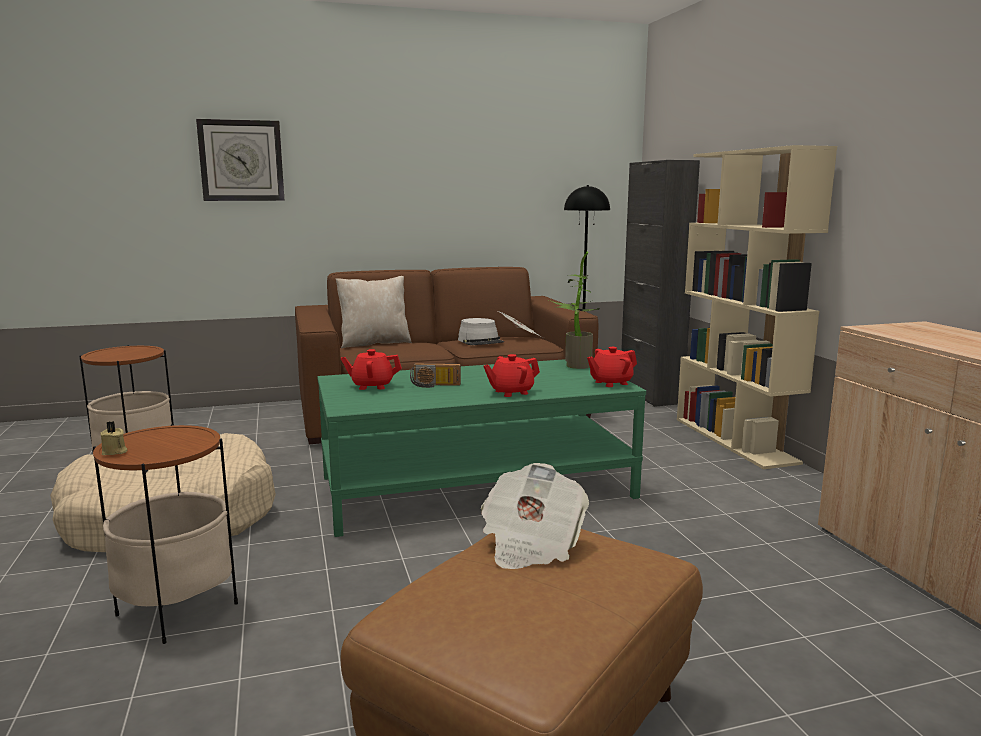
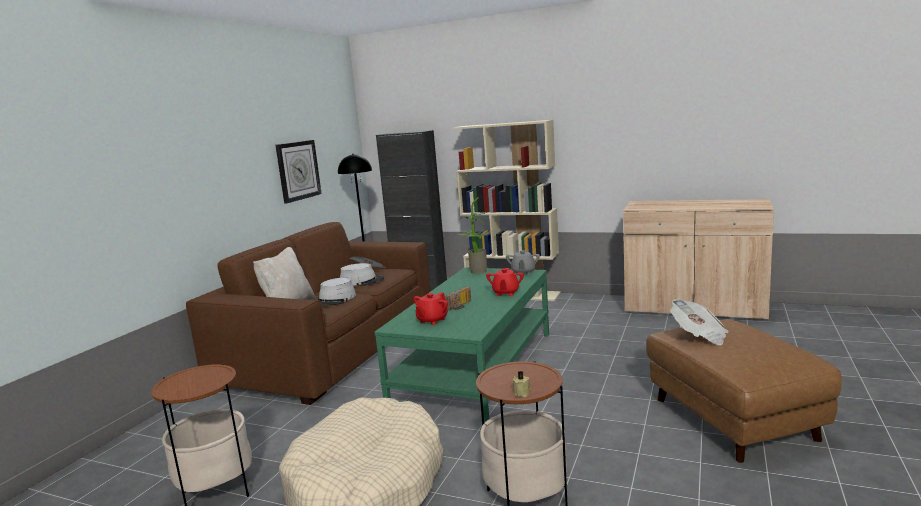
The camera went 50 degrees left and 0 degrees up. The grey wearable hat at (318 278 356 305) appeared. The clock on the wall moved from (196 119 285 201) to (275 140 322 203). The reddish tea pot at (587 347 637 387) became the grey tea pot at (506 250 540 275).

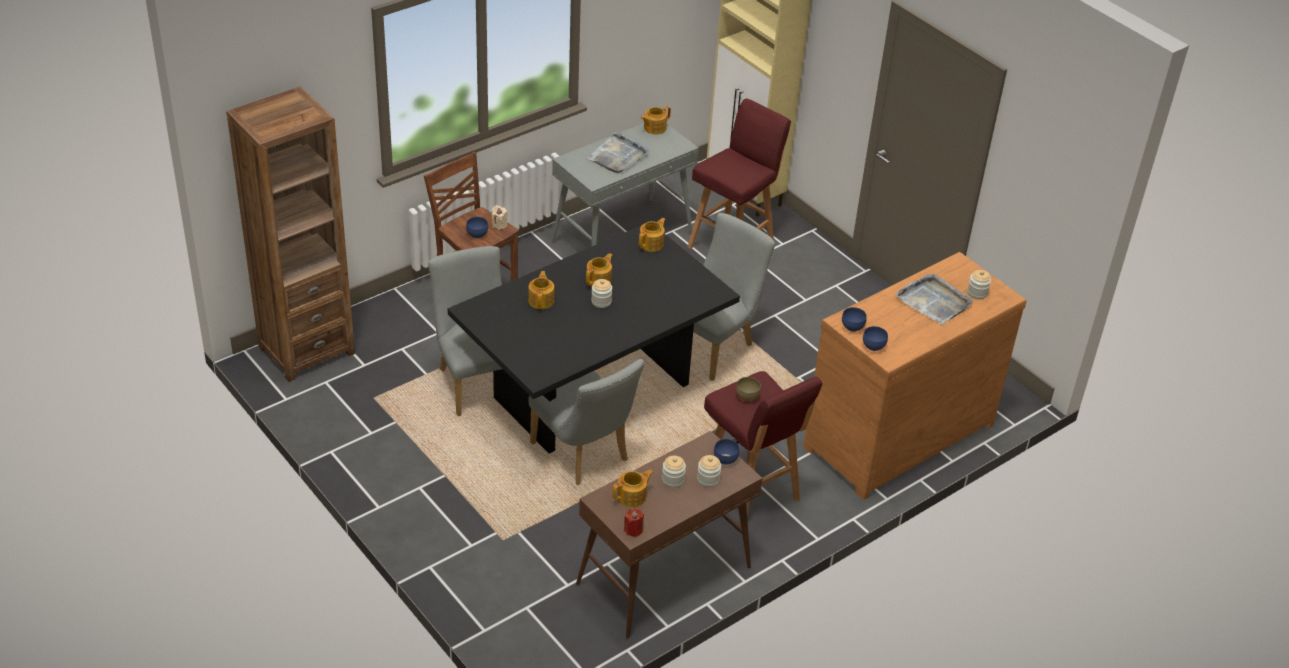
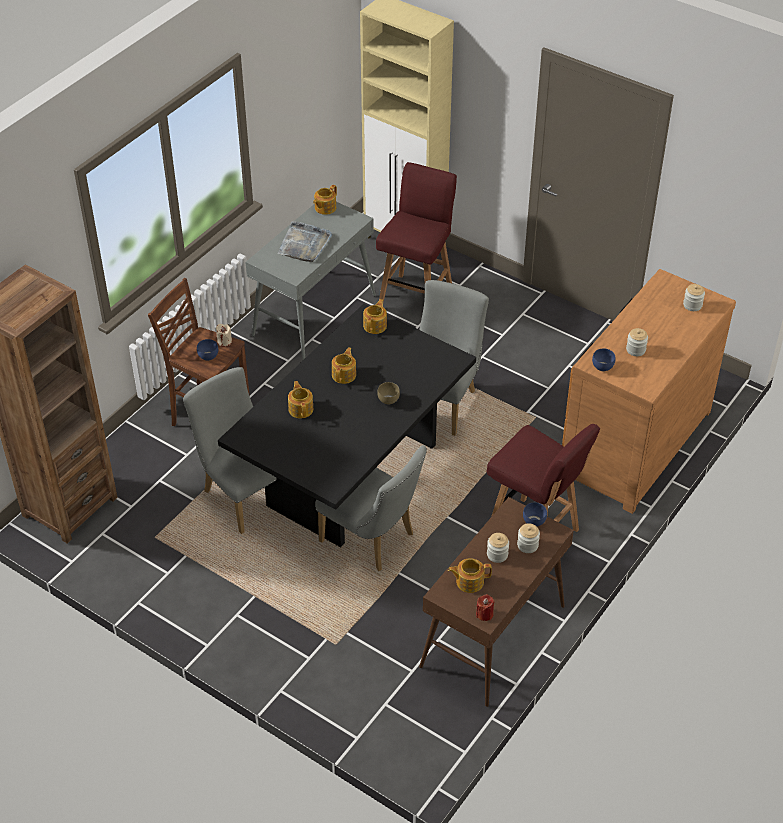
The camera went 15 degrees left and 5 degrees up. The blue bowl at (863 326 888 351) disappeared. The grey carrying tray at (895 273 973 324) disappeared. The jar moved from (591 279 612 308) to (626 328 648 356). The brownish bowl moved from (736 377 761 401) to (377 382 400 405). The tea pot at (612 470 653 507) turned 135 degrees counterclockwise.

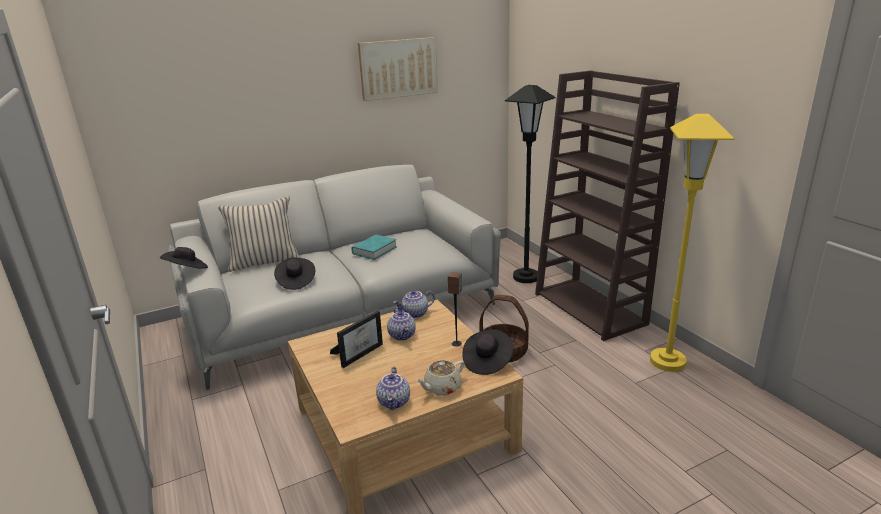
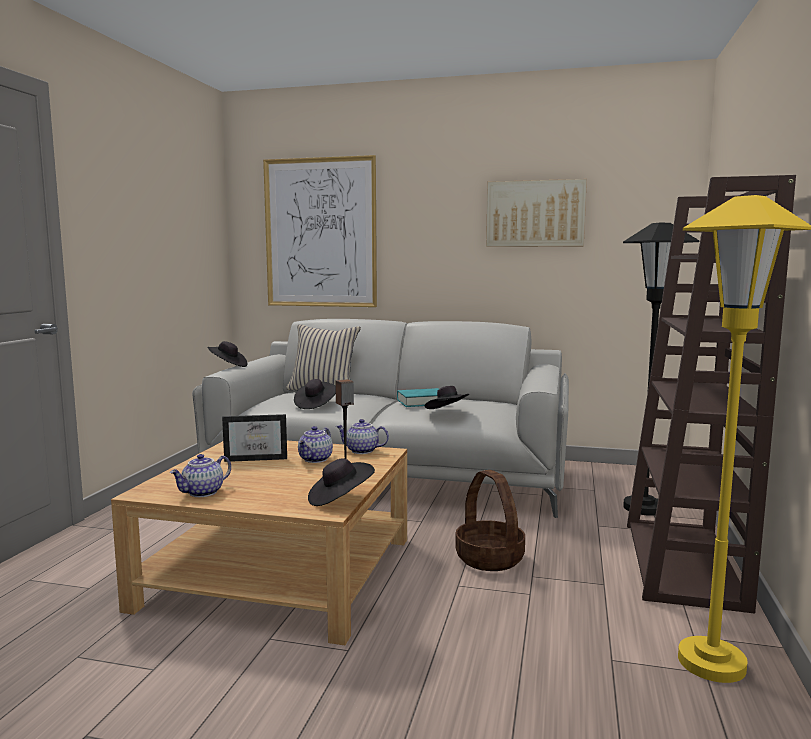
The camera went 40 degrees right and 15 degrees down. The beige tea pot at (416 360 465 396) disappeared. The wall art at (263 155 377 307) appeared. The blackish wearable hat at (425 386 469 409) appeared.

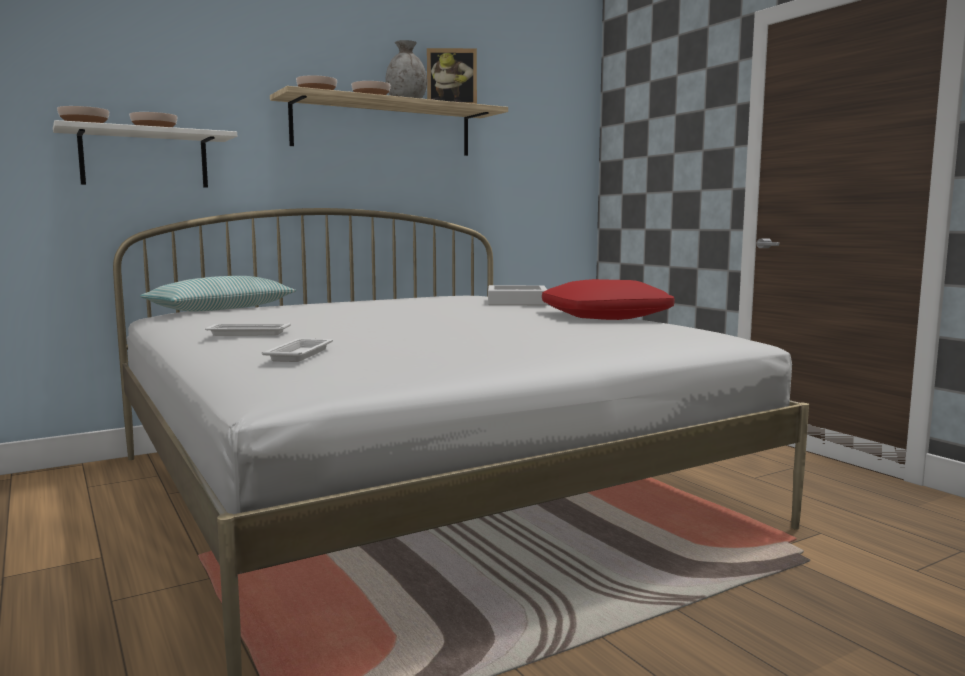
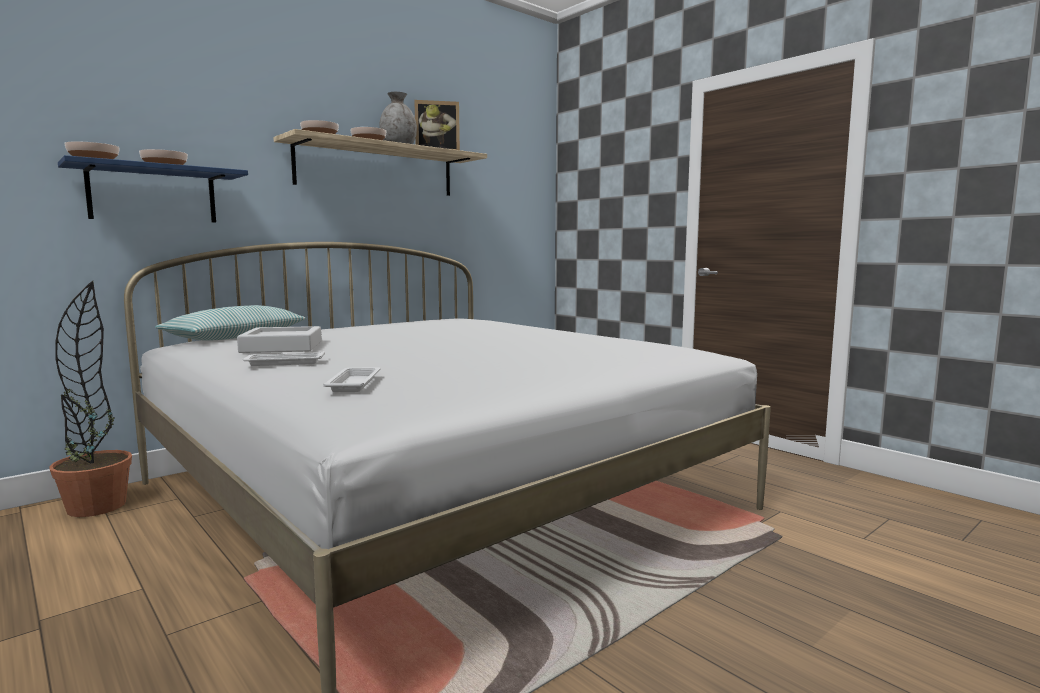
The camera went 10 degrees left and 0 degrees up. The reddish throw pillow at (542 279 675 320) disappeared. The houseplant at (49 281 132 517) appeared. The grey carrying tray moved from (488 285 548 305) to (237 326 322 353). The white-coloured shelf at (53 120 237 188) became the blue shelf at (58 155 248 223).

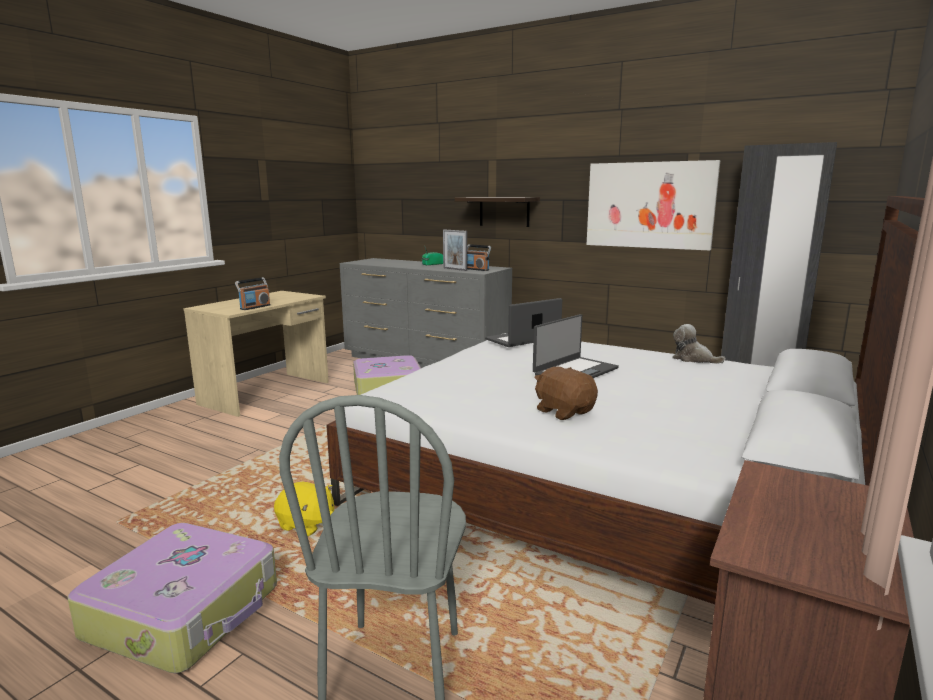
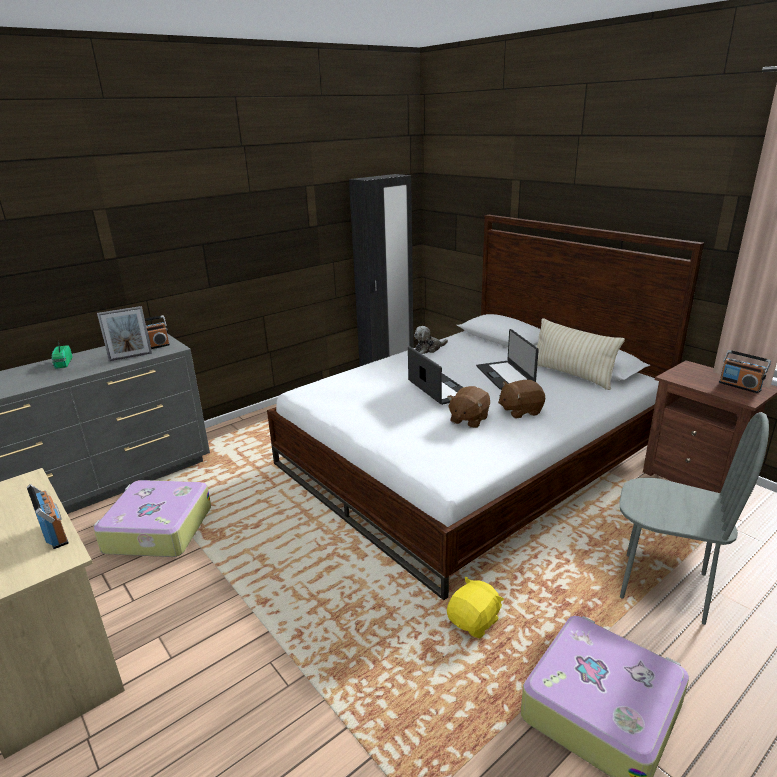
The camera went 70 degrees left and 10 degrees up. The shelf at (455 197 540 227) disappeared. The wall art at (587 160 720 250) disappeared. The brownish soft toy at (447 386 490 428) appeared. The beige throw pillow at (537 318 625 390) appeared. The radio at (719 350 771 393) appeared. The portable computer moved from (485 298 562 347) to (476 329 539 390).

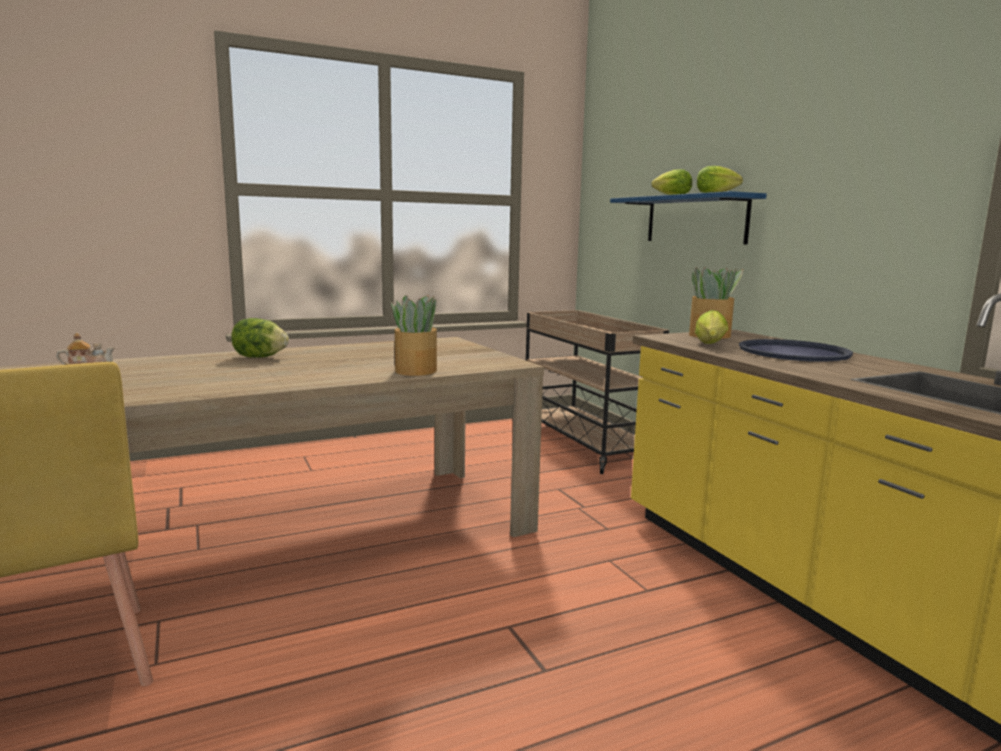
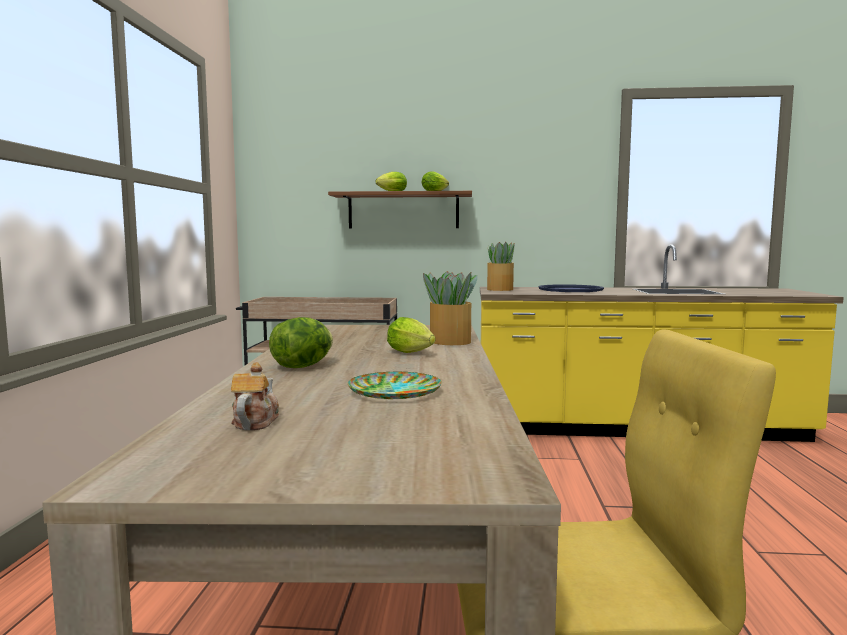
The camera went 60 degrees left and 5 degrees down. The plate at (348 372 442 399) appeared. The lettuce moved from (695 310 728 344) to (387 317 436 353). The blue shelf at (610 191 767 244) became the brownish shelf at (328 191 472 229).

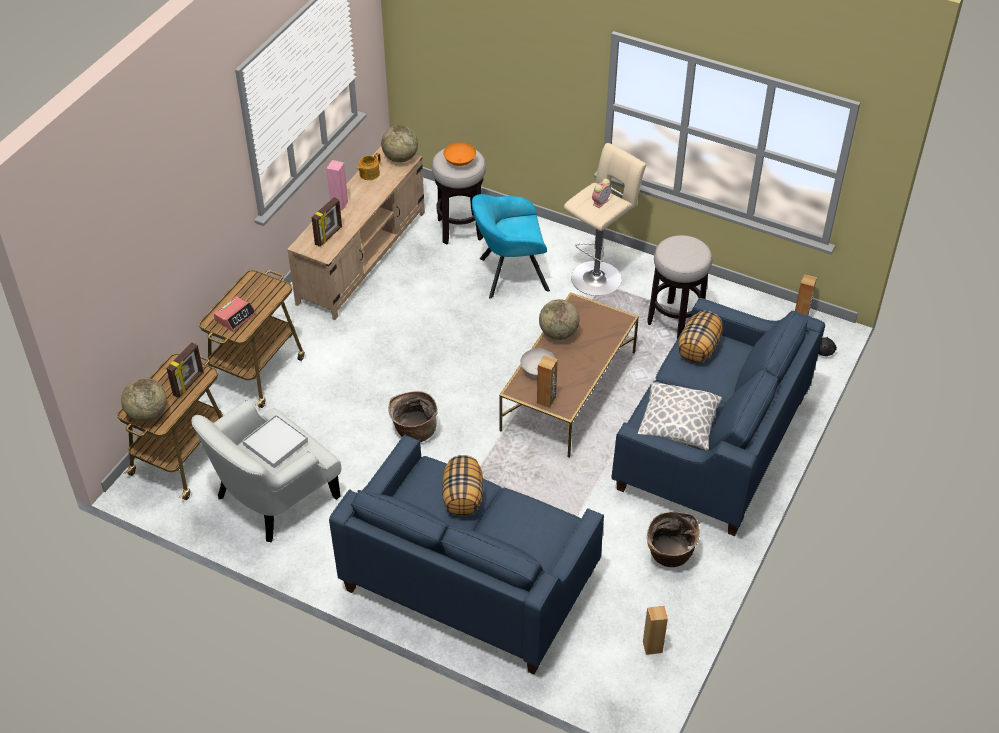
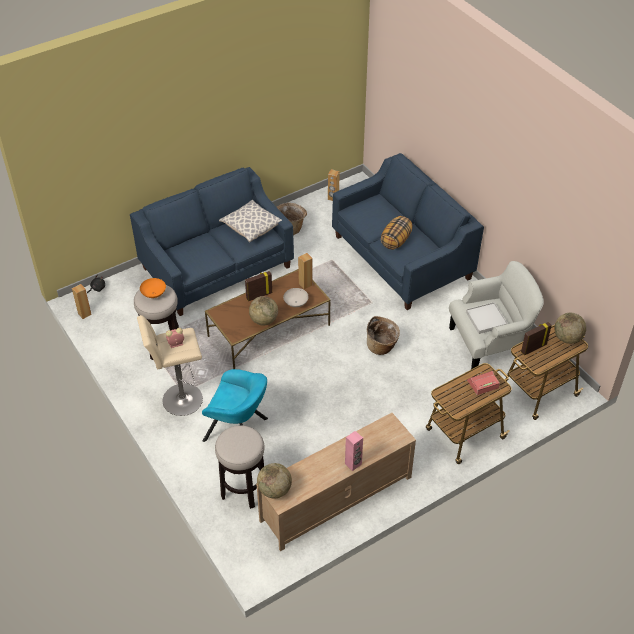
The camera went 150 degrees left and 0 degrees up. The tea pot at (357 153 381 180) disappeared. The throw pillow at (679 311 723 363) disappeared. The standing frame moved from (311 197 342 247) to (245 271 272 301). The orange bowl moved from (443 142 476 166) to (140 278 166 298).

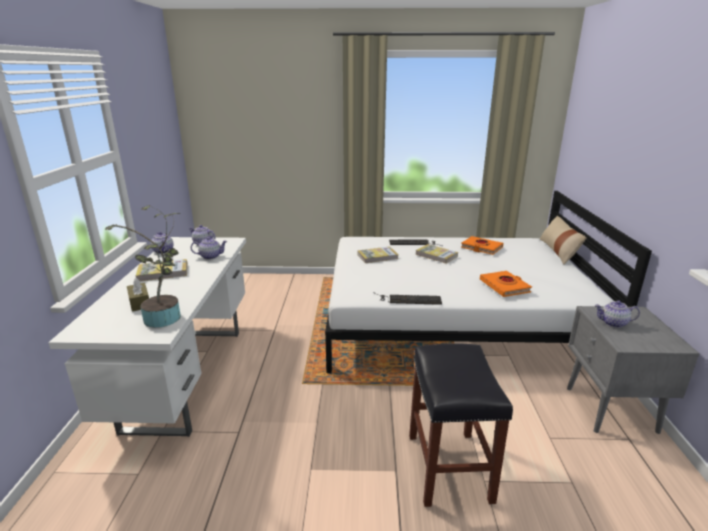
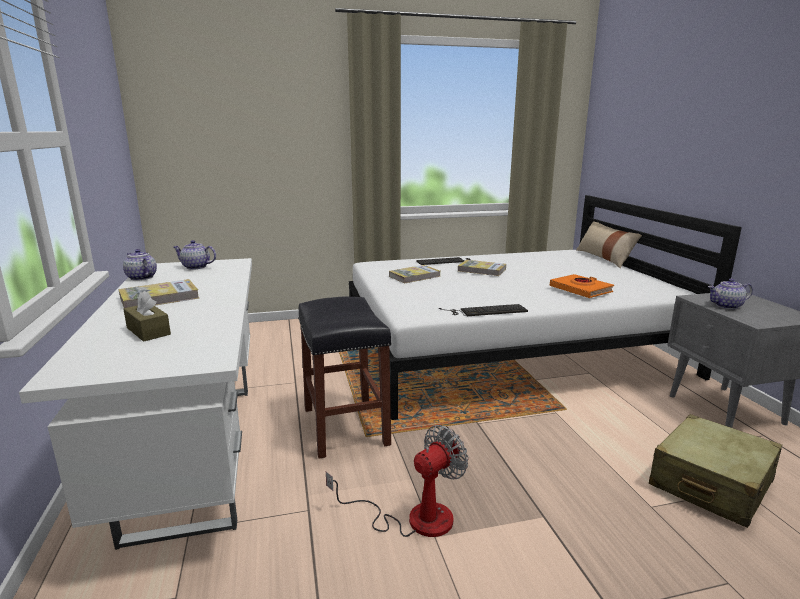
The camera went 15 degrees left and 5 degrees down. The houseplant at (105 205 181 328) disappeared. The tea pot at (191 237 227 260) disappeared. The orange volume at (461 236 503 255) disappeared. The cooling fan at (326 425 468 537) appeared. The beige suitcase at (649 414 782 528) appeared. The blackish stool moved from (409 343 513 507) to (298 296 392 459).

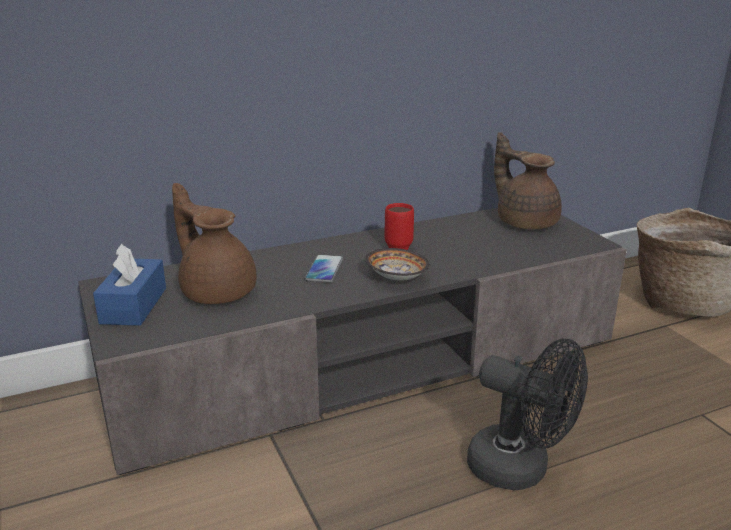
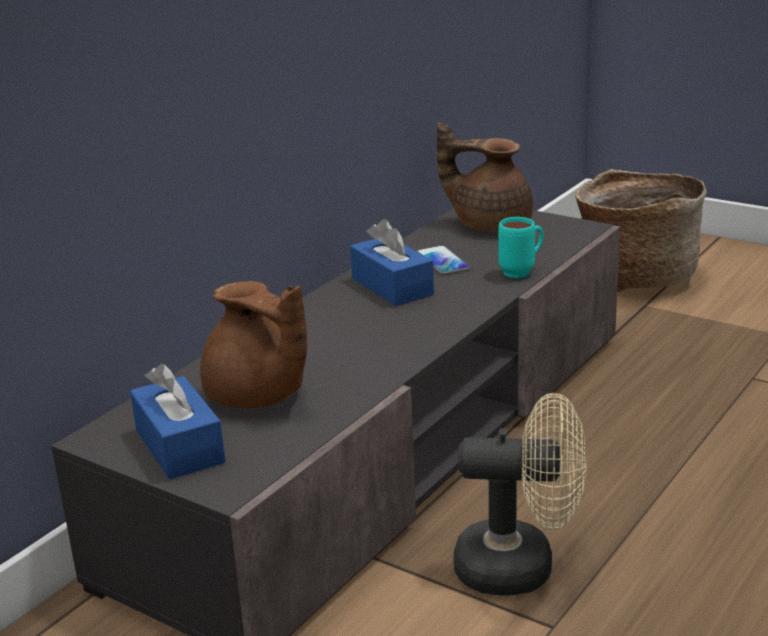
The camera went 30 degrees left and 0 degrees up. The bowl at (365 248 430 281) disappeared. The blackish cooling fan at (467 339 588 490) disappeared. The beige cooling fan at (454 393 587 596) appeared. The blue-green tea mug at (498 217 544 278) appeared. The handset moved from (305 254 343 283) to (417 245 470 275). The reddish tea mug at (385 203 414 250) was replaced by the blue box of tissues at (350 219 434 306). The brownish tea pot at (172 183 256 304) turned 150 degrees counterclockwise.

